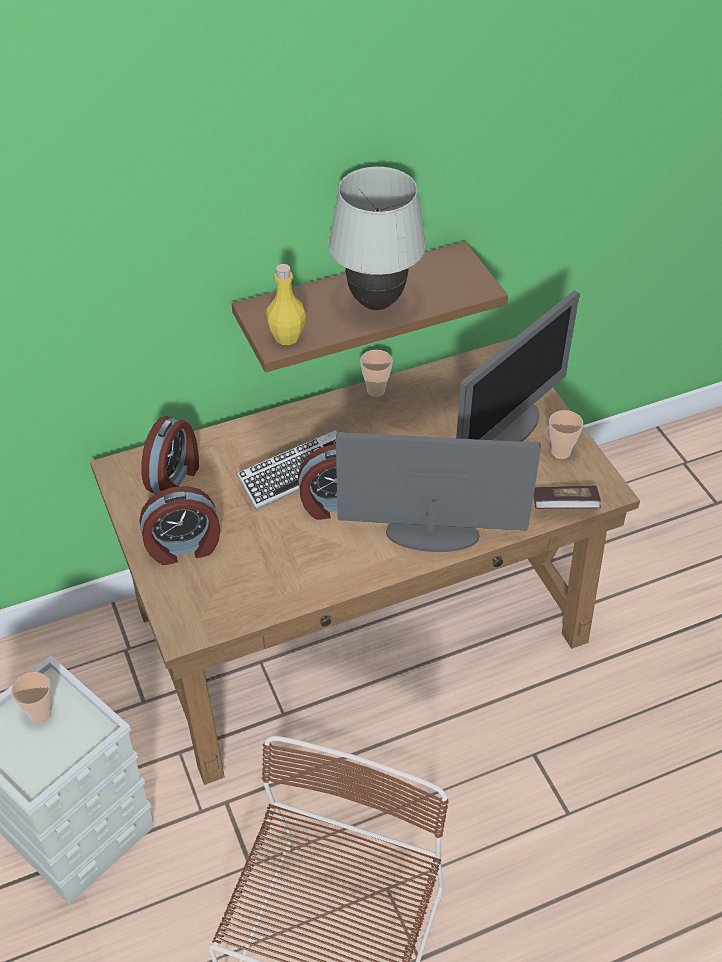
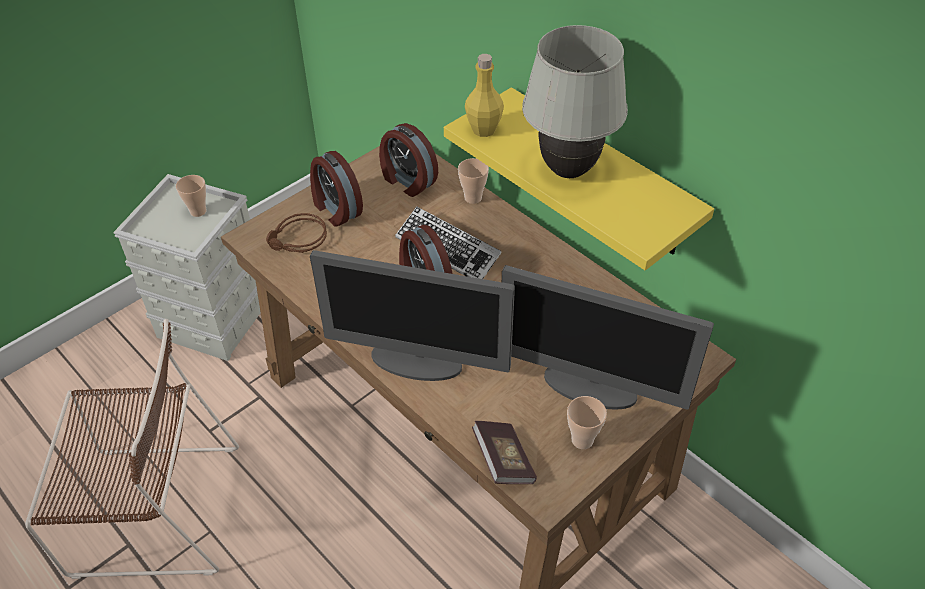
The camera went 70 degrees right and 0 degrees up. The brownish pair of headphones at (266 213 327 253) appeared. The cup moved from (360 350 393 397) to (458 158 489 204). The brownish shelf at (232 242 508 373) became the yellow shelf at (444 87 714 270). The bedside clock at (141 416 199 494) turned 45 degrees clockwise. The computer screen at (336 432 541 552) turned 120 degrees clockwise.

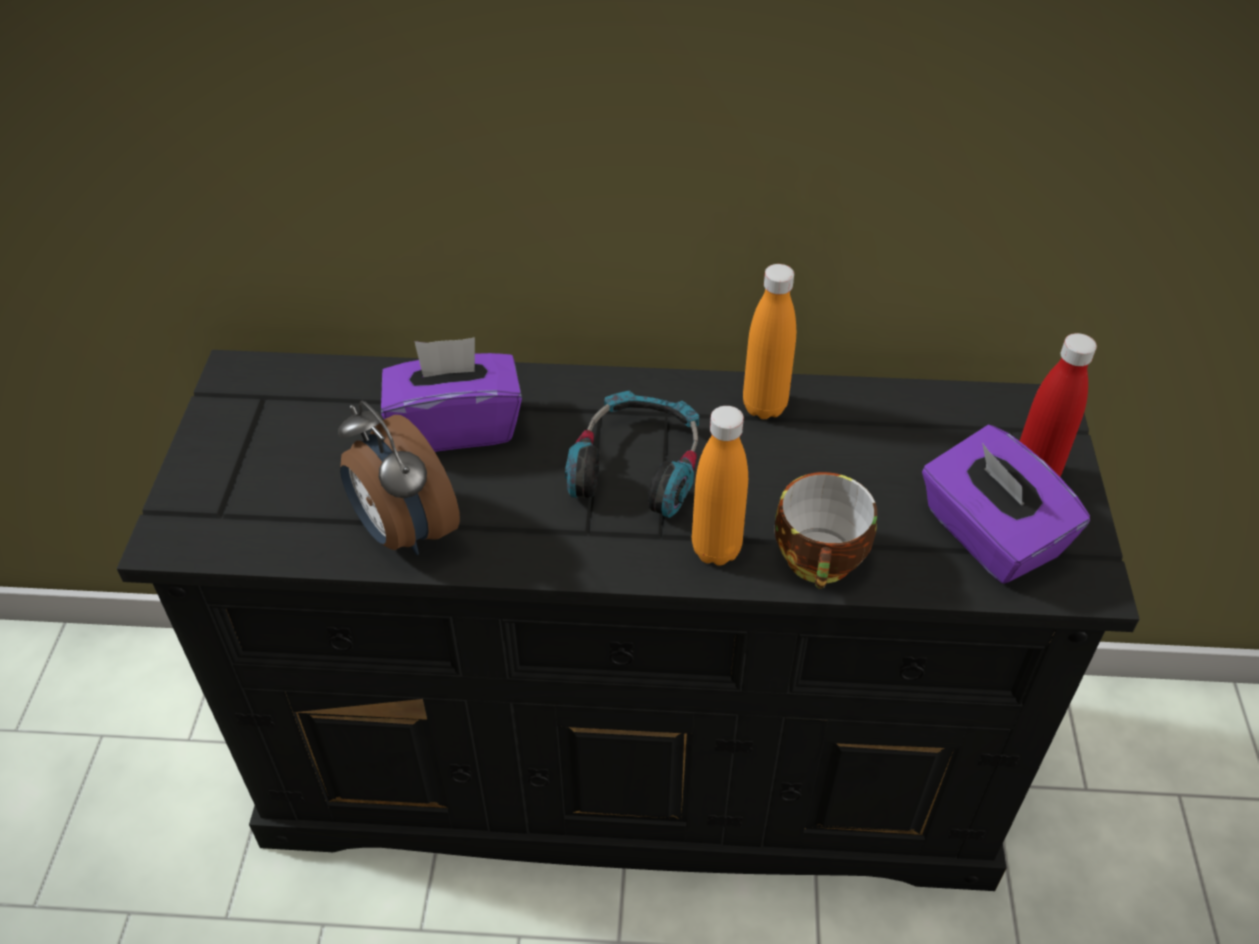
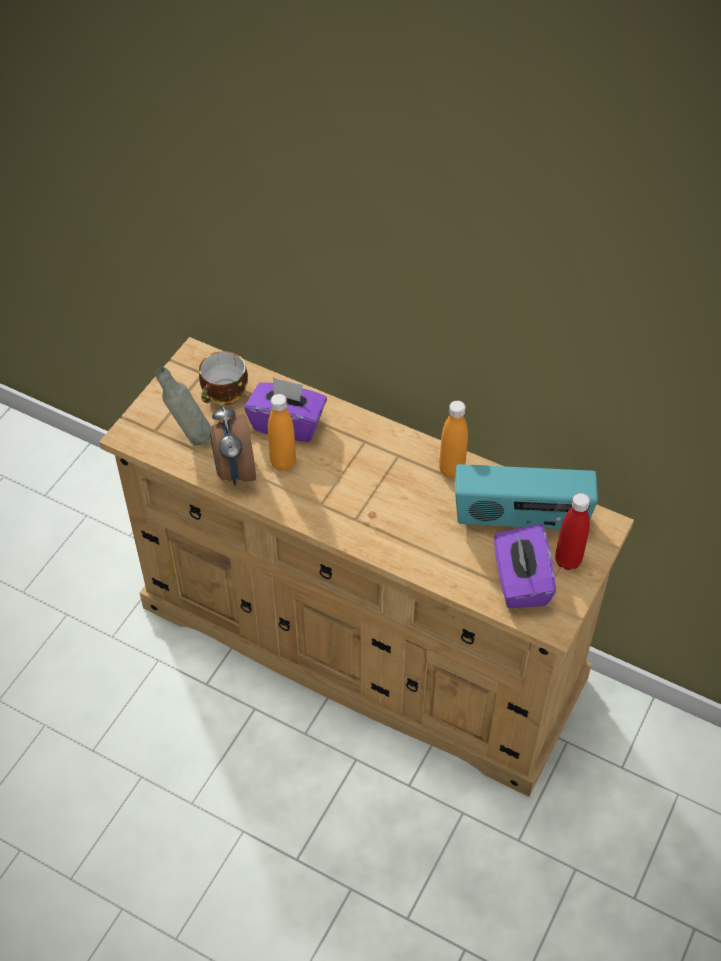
The camera went 25 degrees right and 5 degrees up. The pair of headphones at (565 390 699 518) disappeared. The grey drink bottle at (156 367 212 446) appeared. The radio at (455 464 598 529) appeared. The orange drink bottle moved from (692 406 748 566) to (268 394 296 471). The cup moved from (775 472 877 589) to (199 351 248 405). The blackish chest of drawers at (117 350 1139 891) became the beige chest of drawers at (99 337 634 797).

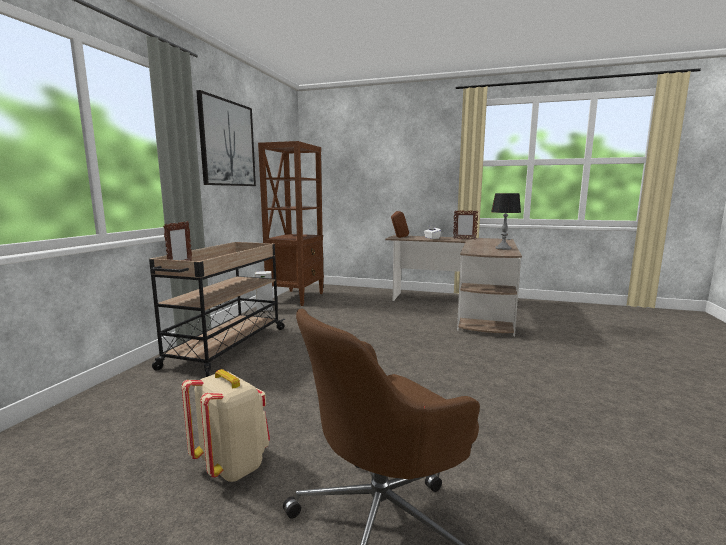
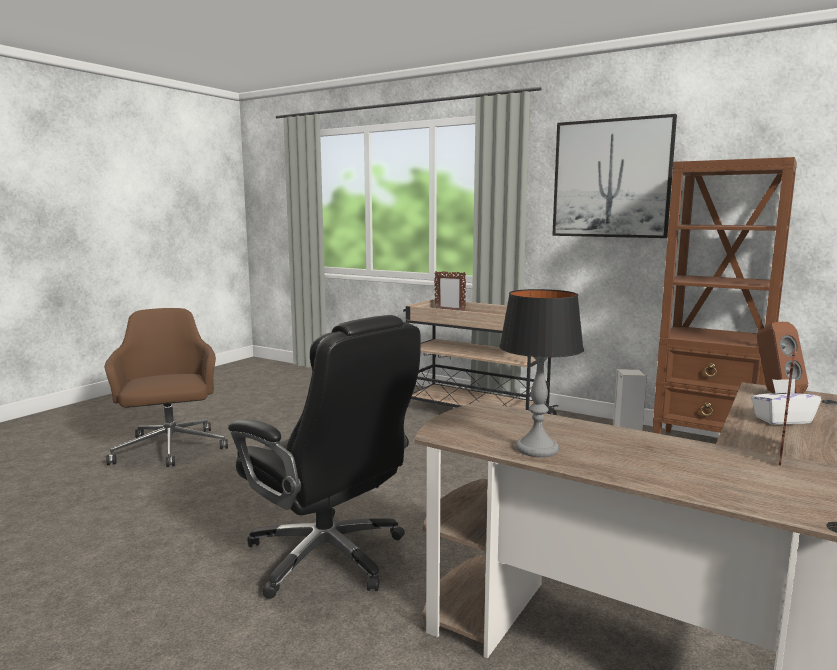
The camera went 105 degrees right and 0 degrees up. The beige rucksack at (181 369 270 482) disappeared. The blackish computer chair at (228 315 421 599) appeared.

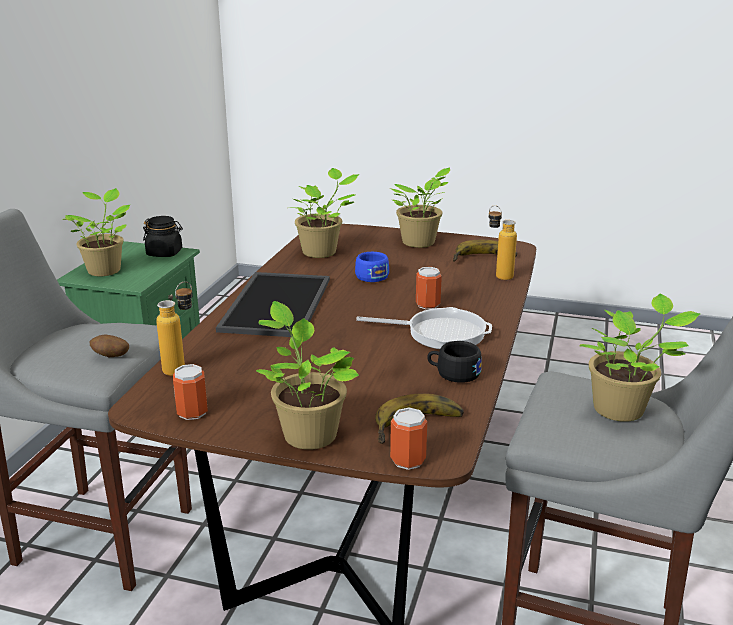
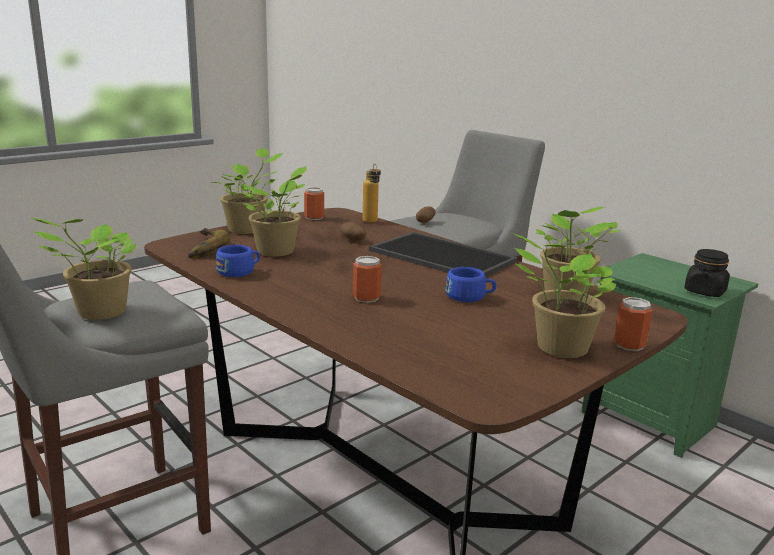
The camera went 120 degrees right and 5 degrees down. The pan at (356 307 492 349) disappeared. The banana fruit at (453 240 517 261) disappeared. The drink bottle at (489 205 517 280) disappeared. The whole potato at (341 222 366 241) appeared. The houseplant moved from (62 188 130 276) to (240 166 307 257). The metal can moved from (390 408 427 470) to (614 297 652 351). The blackish cup at (427 341 482 383) became the blue cup at (216 245 260 277).

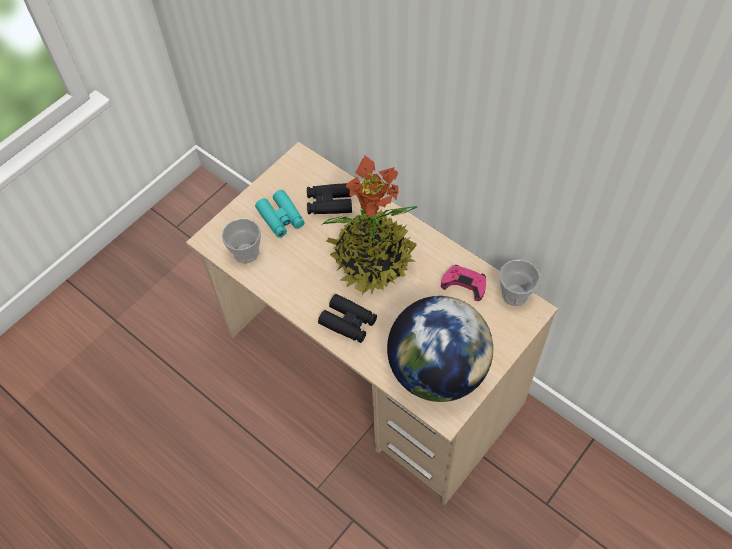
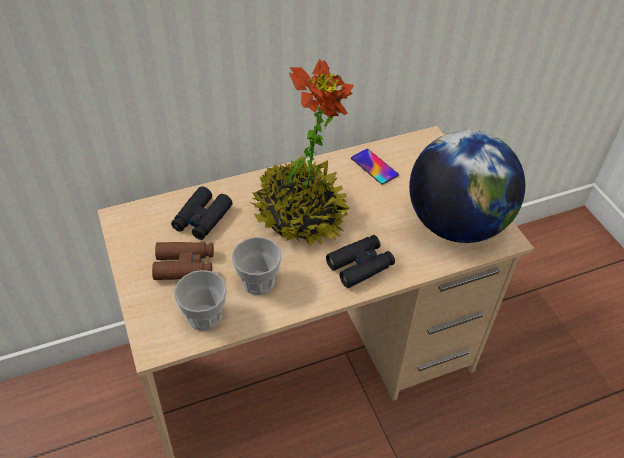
The camera went 65 degrees left and 10 degrees down. The cup moved from (499 260 540 306) to (232 237 282 295). The pink gamepad at (441 265 486 301) was replaced by the handset at (351 149 399 185). The blue-green binoculars at (255 190 304 238) became the brownish binoculars at (152 242 214 280).

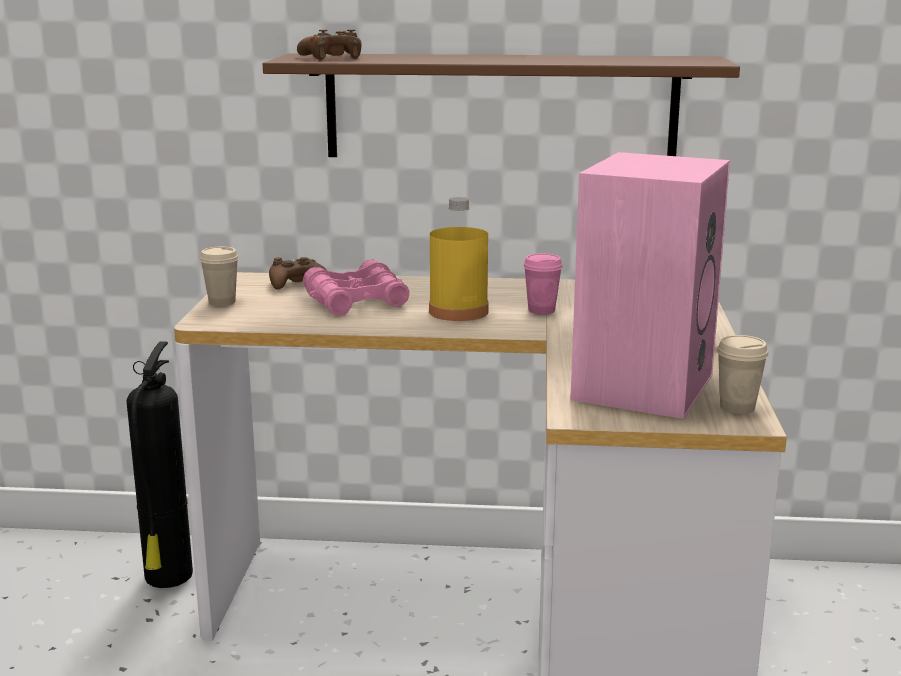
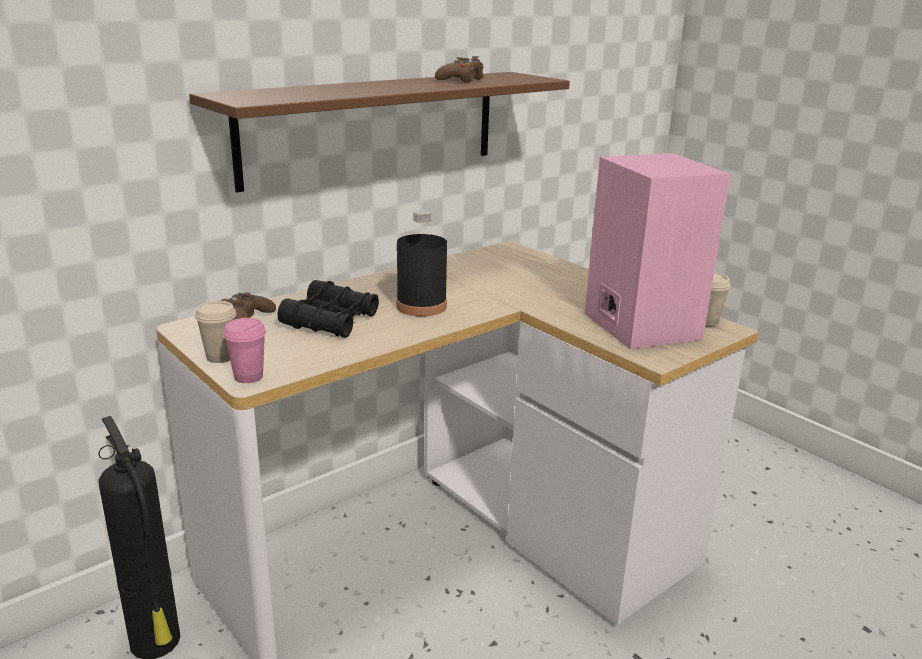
The camera went 45 degrees left and 5 degrees up. The brownish gamepad moved from (297 29 362 60) to (435 56 484 83). The pink cup moved from (523 253 563 315) to (223 318 266 383). The pink binoculars at (303 259 410 316) became the blackish binoculars at (277 280 379 338). The yellow drink bottle at (429 197 488 321) became the blackish drink bottle at (396 210 447 317).

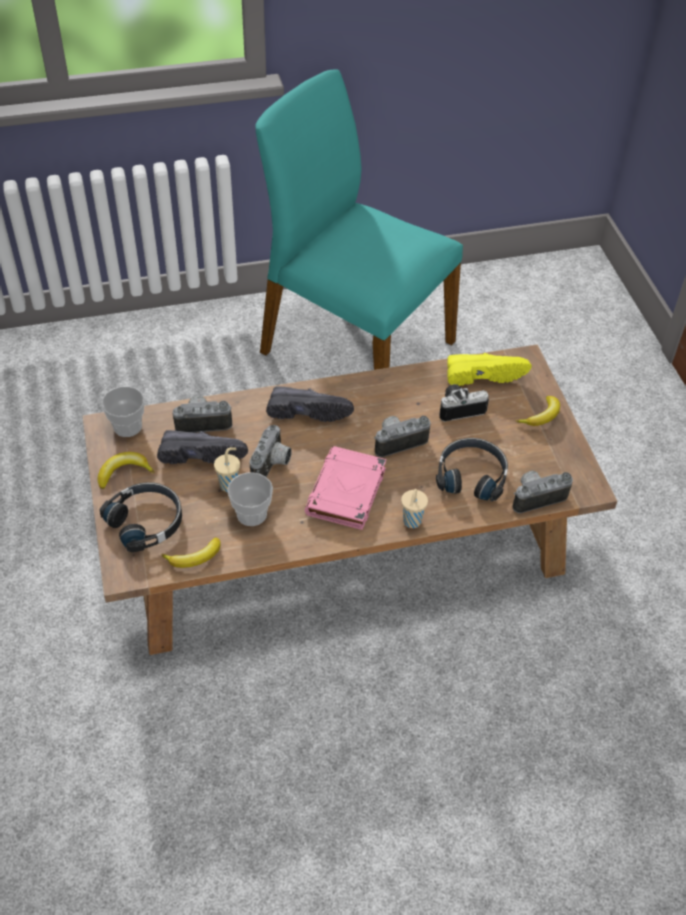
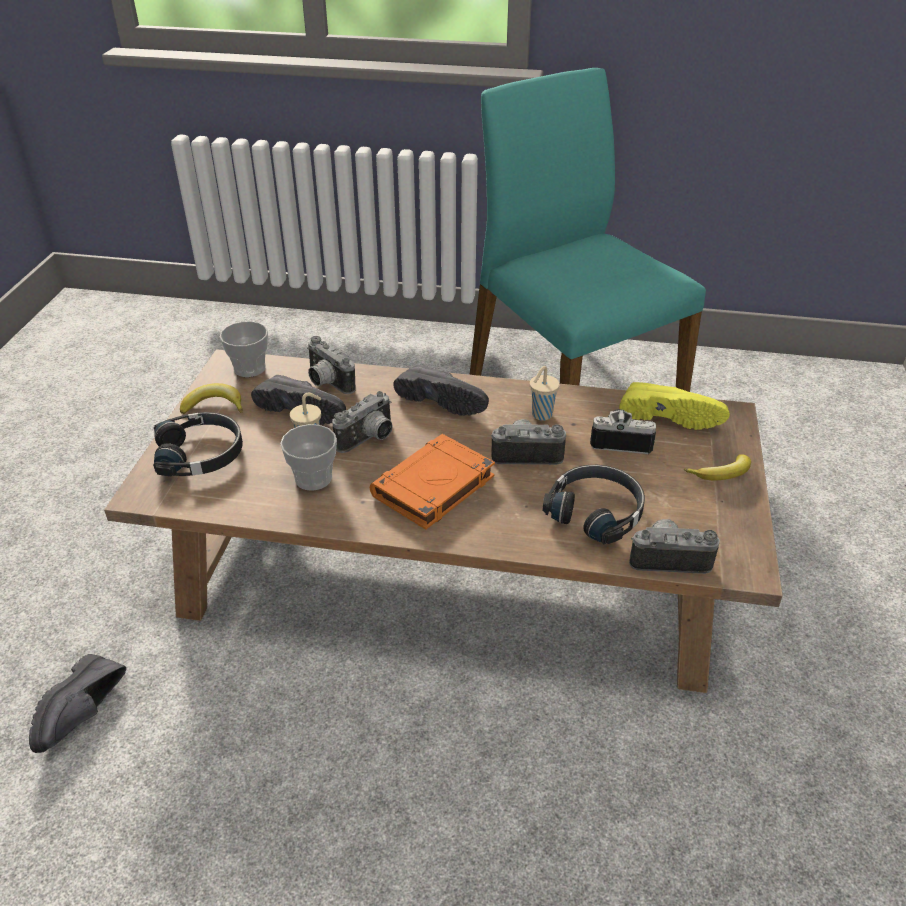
The camera went 25 degrees right and 10 degrees down. The banana fruit at (162 537 221 568) disappeared. The blackish item of footwear at (29 654 126 753) appeared. The beige cup moved from (401 489 428 528) to (530 366 560 420). The pink volume at (305 446 387 530) became the orange volume at (370 434 495 530). The still camera at (172 396 232 433) turned 150 degrees counterclockwise.

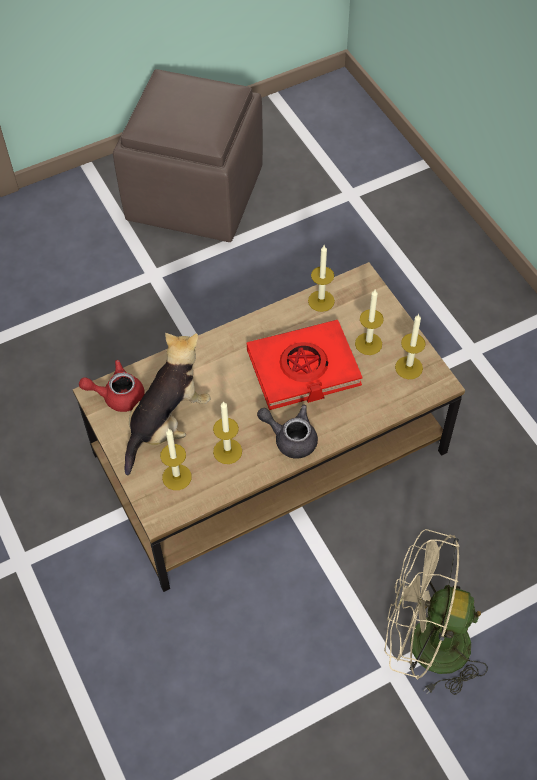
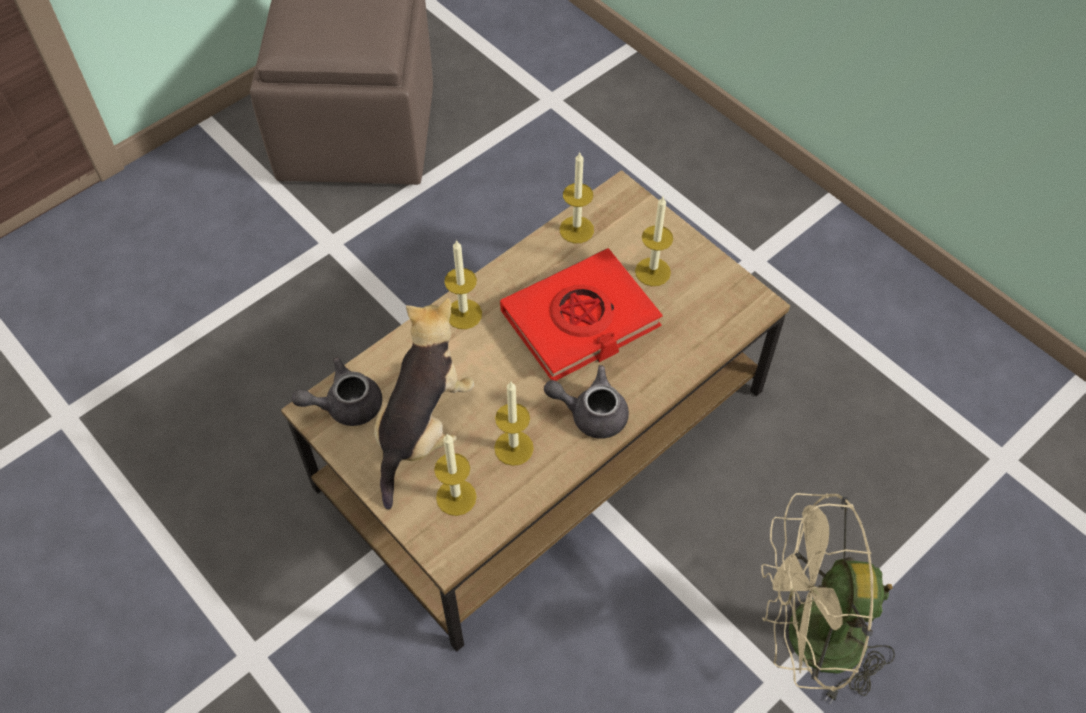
The camera went 15 degrees left and 0 degrees up. The candle moved from (395 314 426 379) to (444 240 482 329). The reddish tea pot at (79 360 145 412) became the grey tea pot at (292 357 382 426).

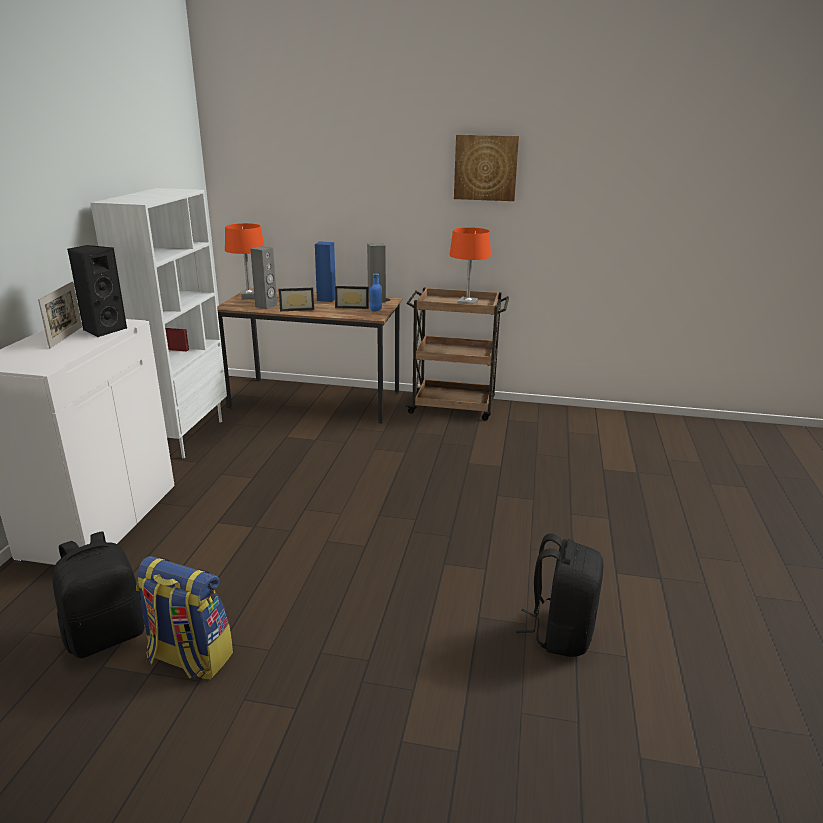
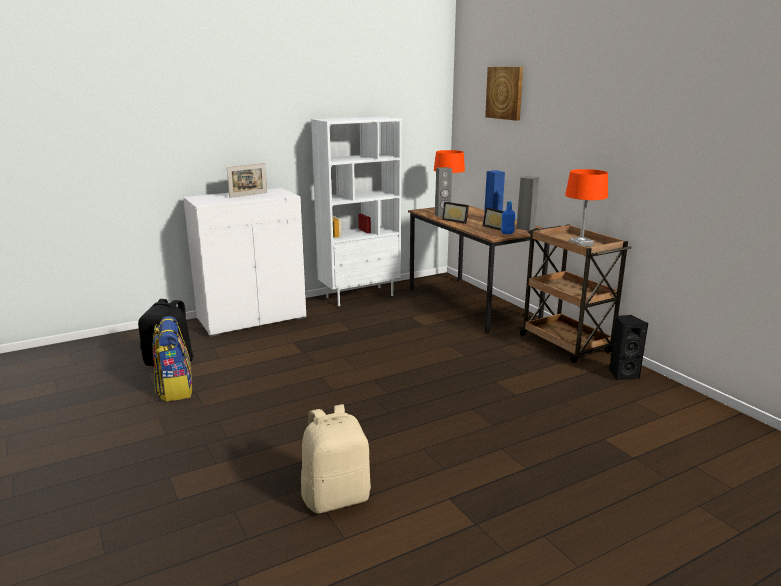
The camera went 50 degrees right and 5 degrees down. The blackish loudspeaker moved from (67 245 128 337) to (609 315 648 381). The wall art moved from (454 134 519 201) to (485 67 523 121). The blackish rucksack at (516 533 603 657) became the beige rucksack at (301 404 371 514).

